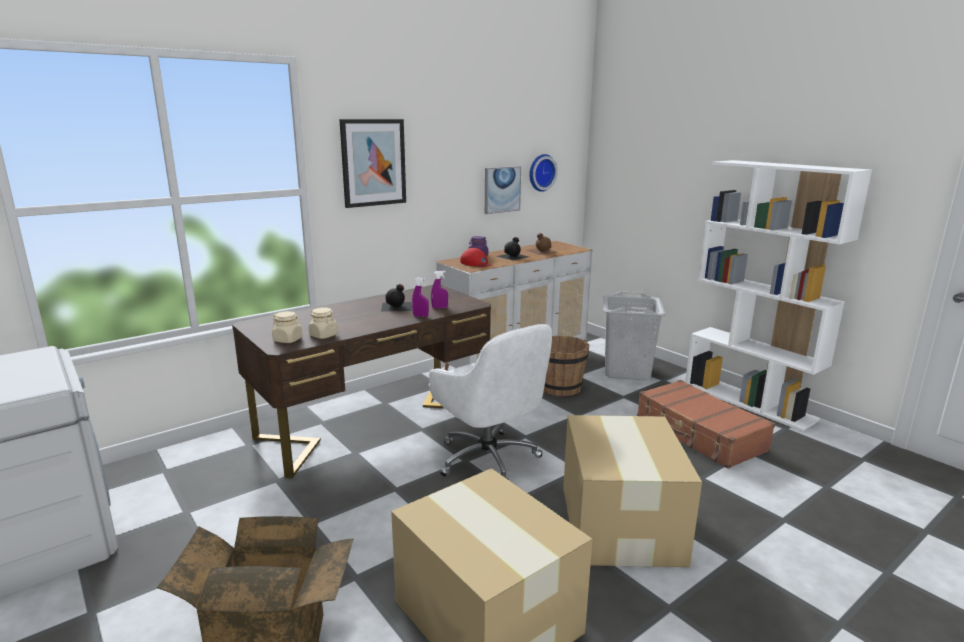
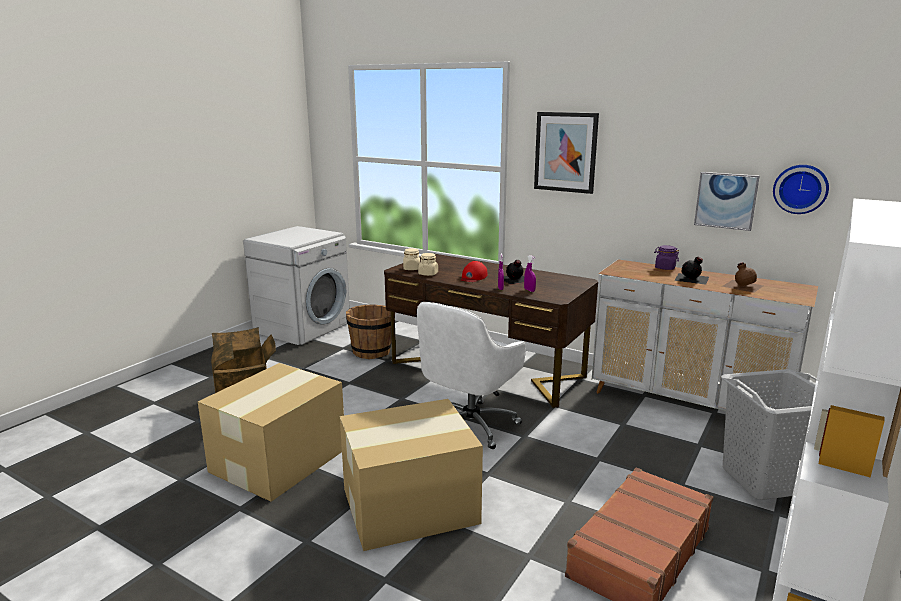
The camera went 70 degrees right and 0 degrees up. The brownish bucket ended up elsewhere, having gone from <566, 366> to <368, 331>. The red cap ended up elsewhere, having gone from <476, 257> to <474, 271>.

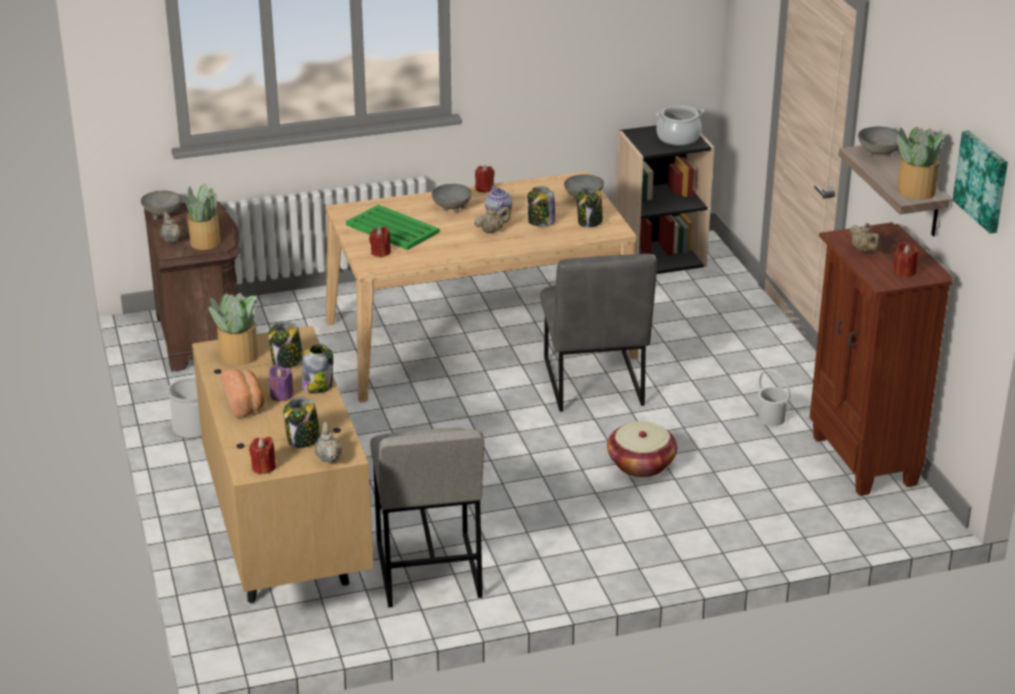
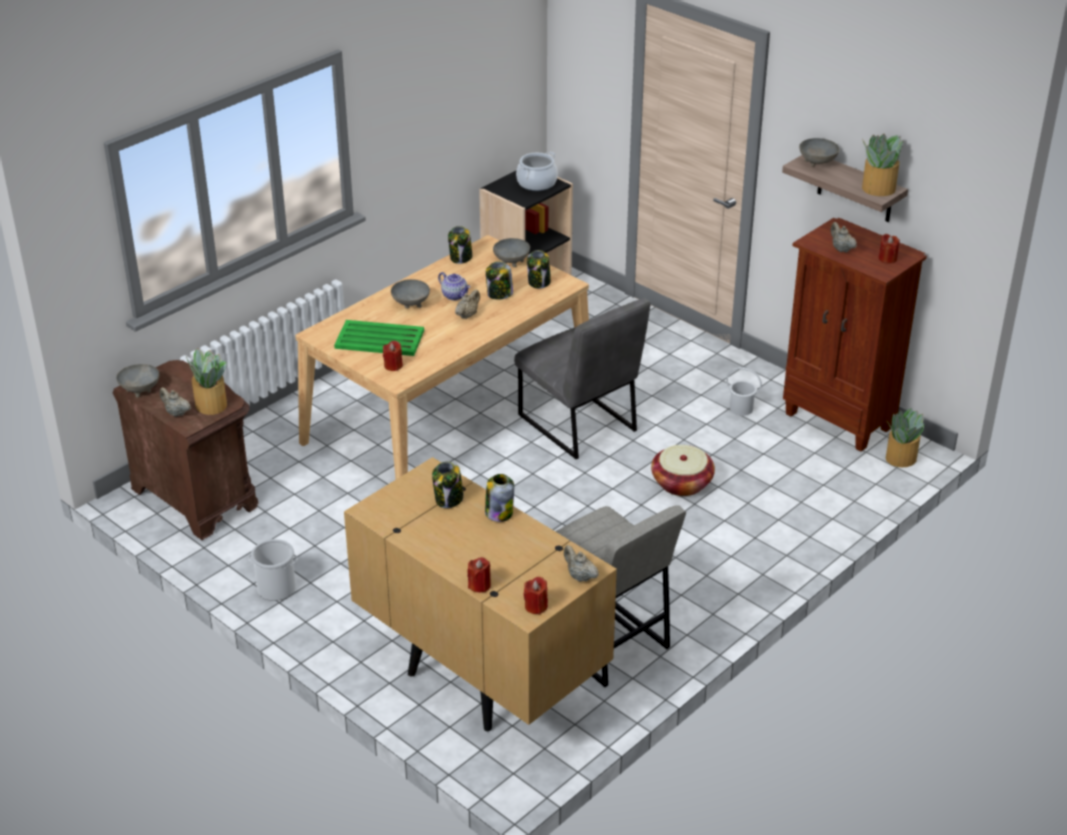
The camera went 30 degrees left and 5 degrees up. The storage jar ended up elsewhere, having gone from <301, 422> to <460, 245>. The red wax light ended up elsewhere, having gone from <485, 179> to <479, 575>. The beige pot for tea at <864, 238> ended up facing another way, 150 degrees counterclockwise from before. The houseplant ended up elsewhere, having gone from <233, 329> to <905, 437>. The second view lost the bread at <242, 393>. The second view lost the purple wax light at <281, 383>. The second view lost the wall picture at <980, 182>.

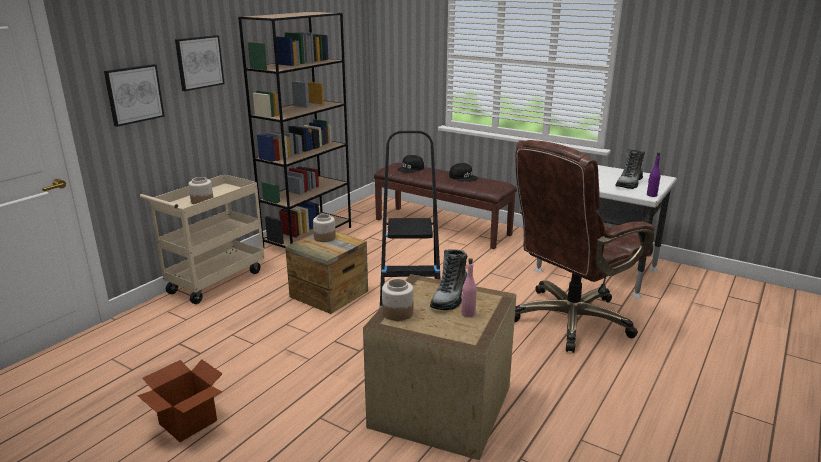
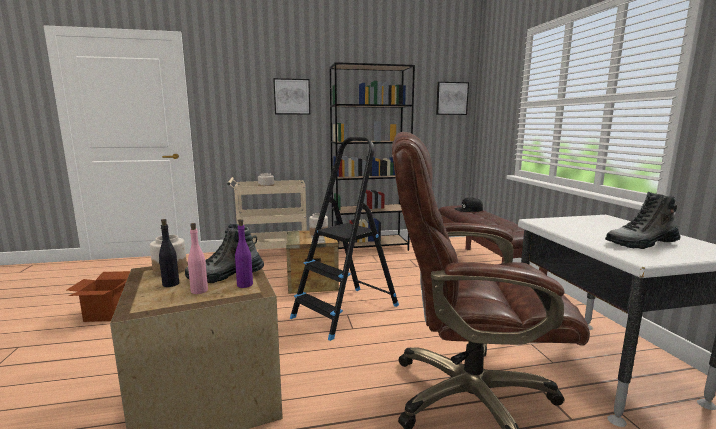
The camera went 45 degrees right and 10 degrees down. The second view gained the black-coloured bottle at <169, 253>. The purple bottle ended up elsewhere, having gone from <654, 174> to <244, 253>. The wall picture ended up elsewhere, having gone from <134, 95> to <452, 98>. The second view lost the black-coloured cap at <463, 172>.

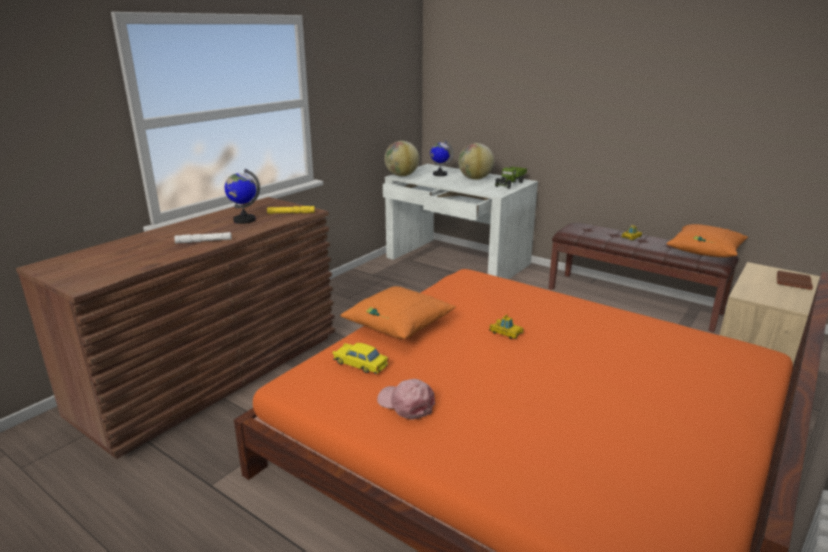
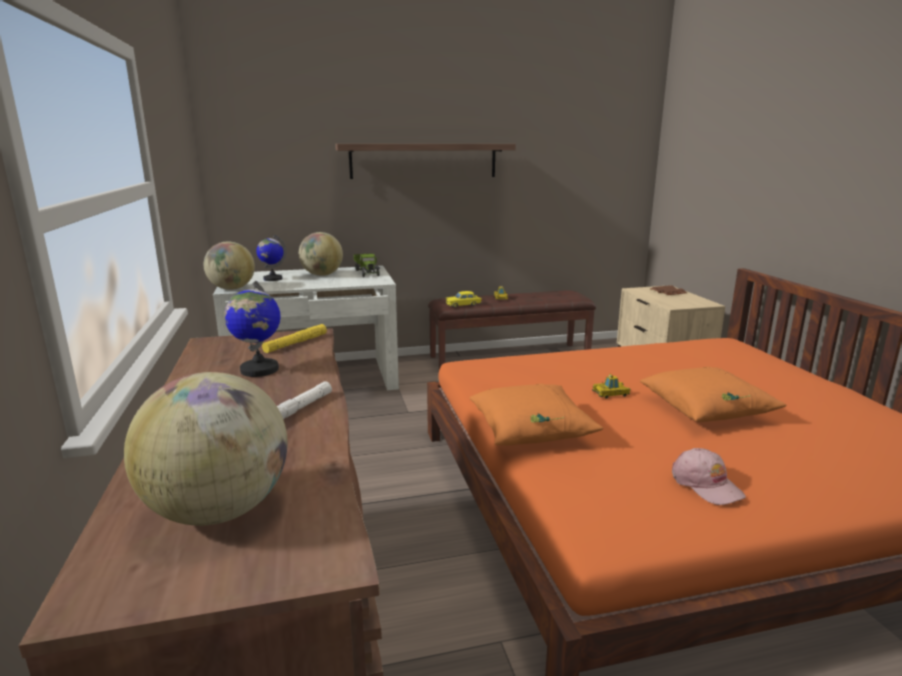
The camera went 50 degrees left and 5 degrees down. The second view gained the desk globe at <205, 449>. The second view gained the bracket shelf at <425, 161>. The yellow-coloured miniature car ended up elsewhere, having gone from <360, 358> to <464, 299>. The orange pillow ended up elsewhere, having gone from <707, 240> to <713, 394>. The pink cap at <406, 399> ended up facing another way, 105 degrees counterclockwise from before.

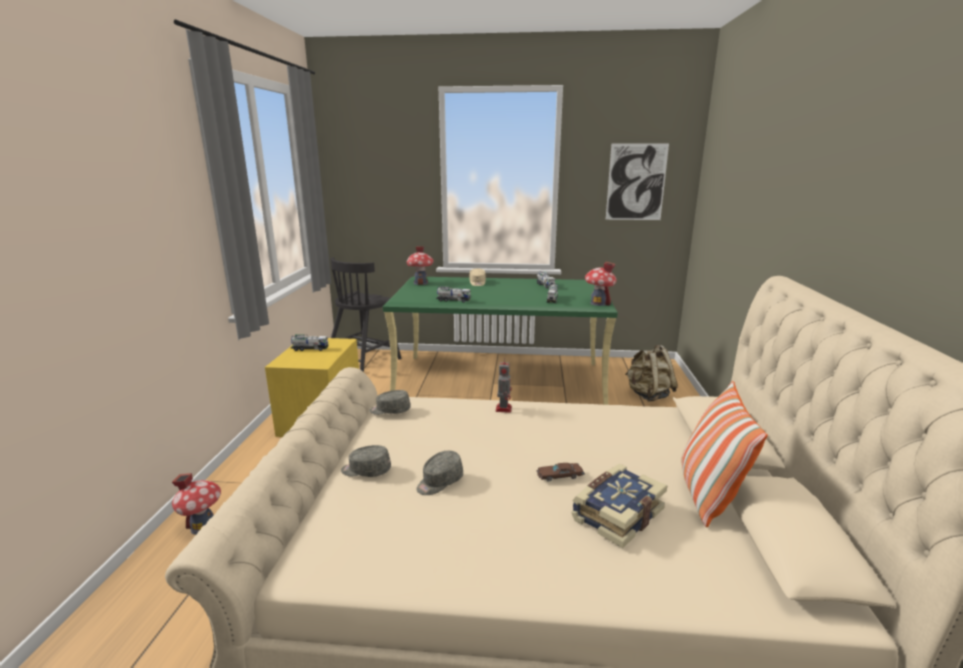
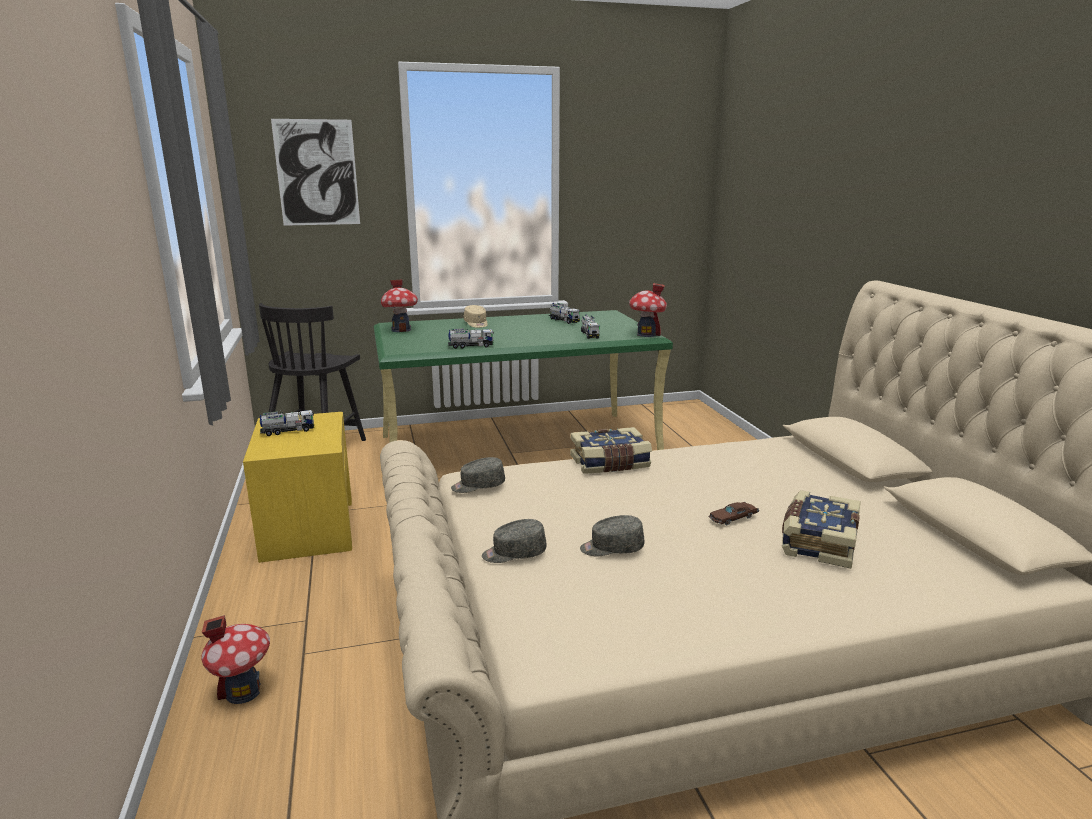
The camera went 20 degrees left and 0 degrees up. The wall picture ended up elsewhere, having gone from <637, 181> to <315, 172>. Where the model robot stood at <504, 385>, the bound book came to stand at <611, 450>. The grey cap at <439, 473> ended up facing another way, 60 degrees clockwise from before. The second view lost the beige backpack at <651, 373>. The second view lost the pillow at <724, 454>.

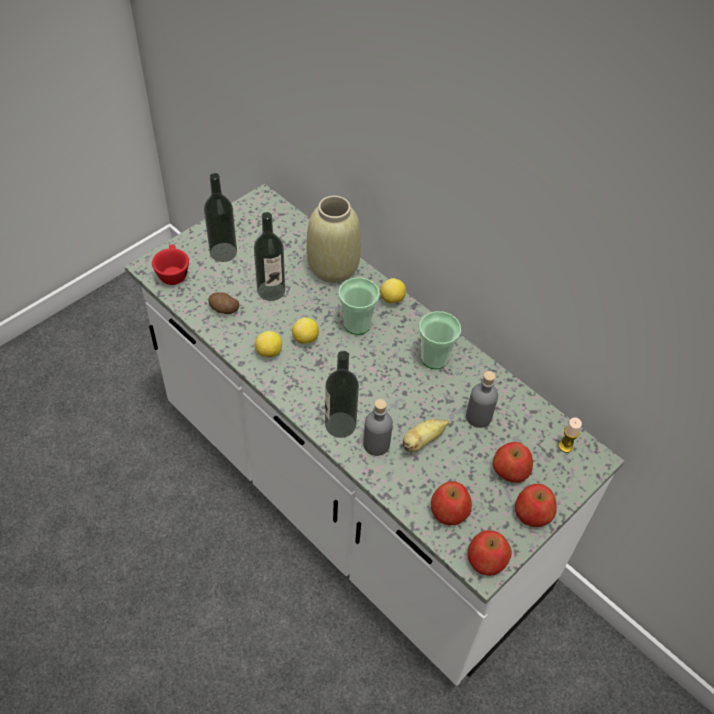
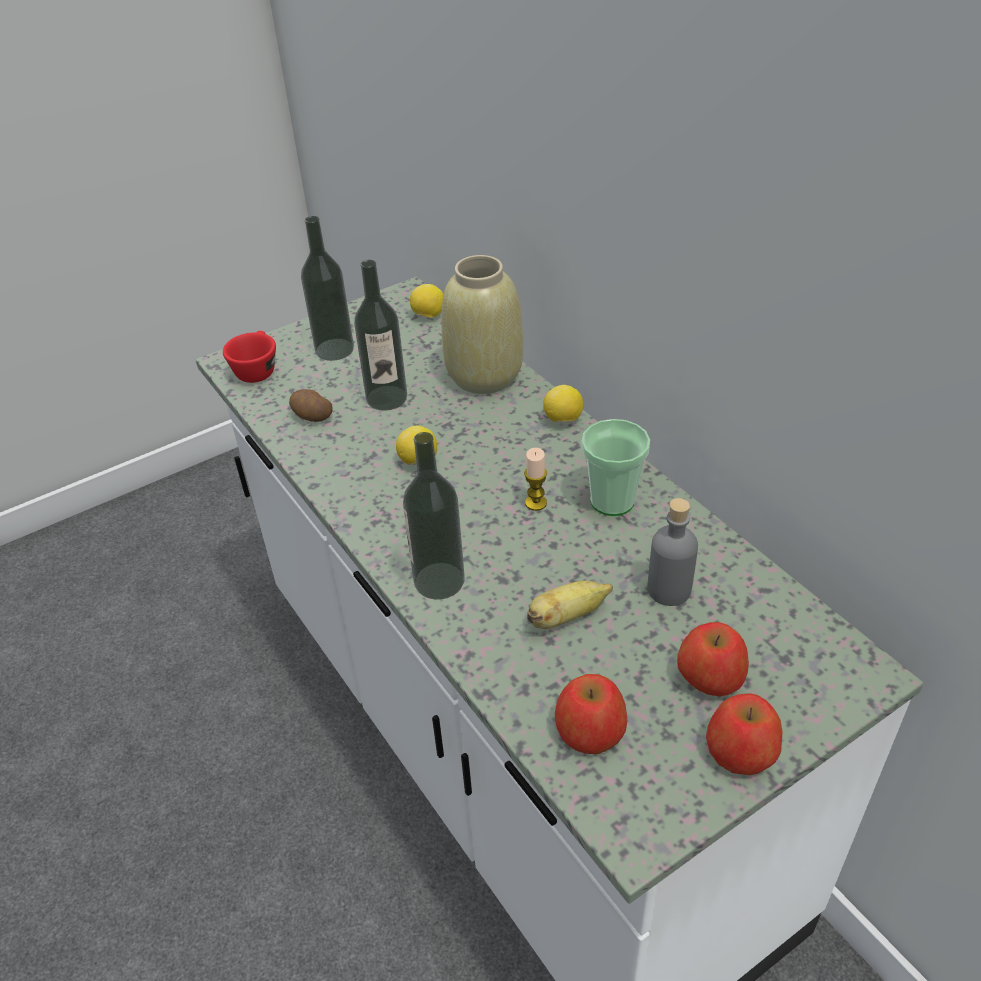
The camera went 15 degrees right and 10 degrees down. The lemon ended up elsewhere, having gone from <268, 344> to <426, 300>. The wax light ended up elsewhere, having gone from <570, 435> to <535, 479>. The second view lost the cup at <359, 306>. The second view lost the grey bottle at <378, 427>. The second view lost the whole apple at <490, 553>.

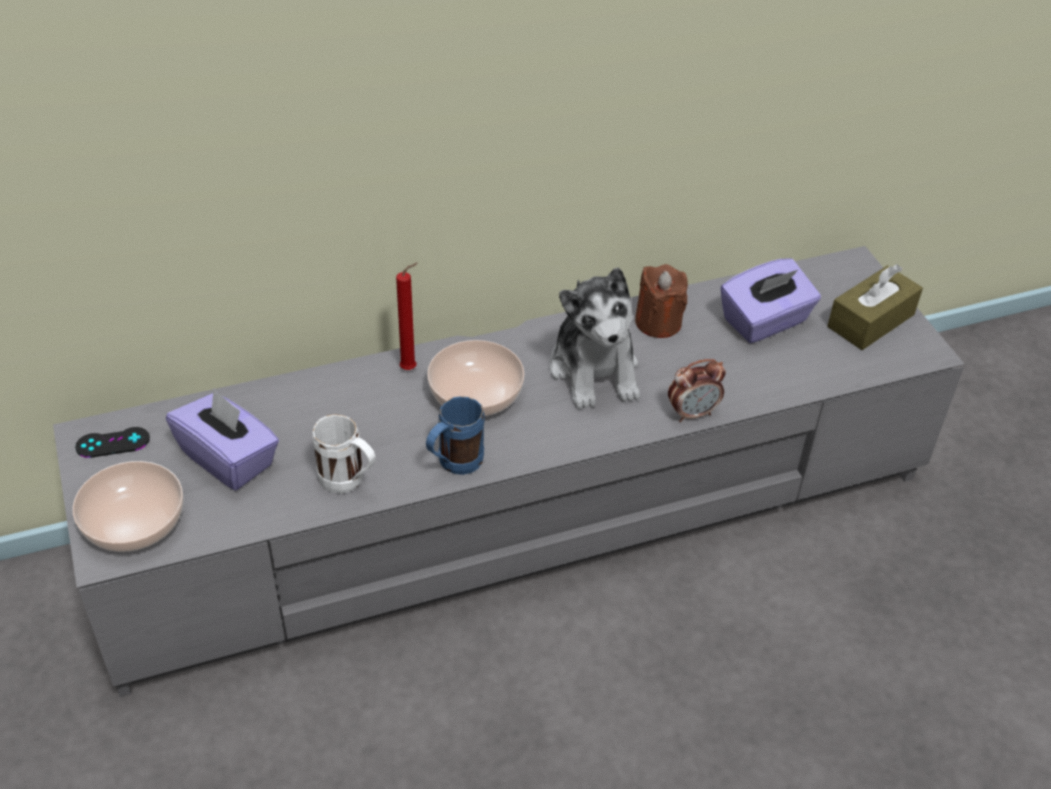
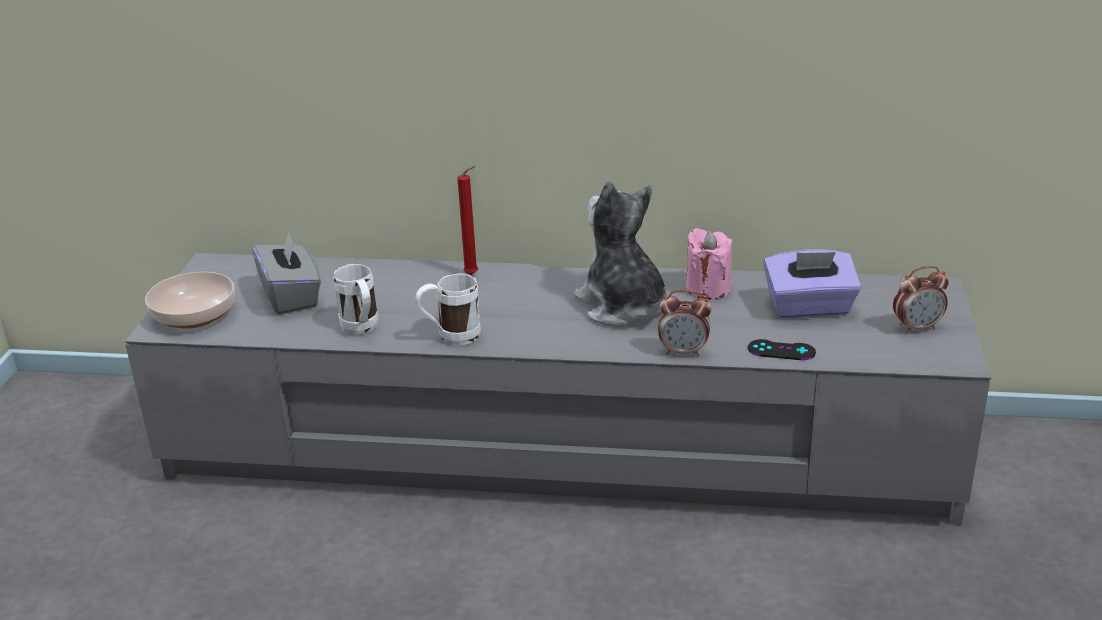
The camera went 30 degrees right and 15 degrees down. What was the purple tissue holder at <222, 439> turned into the grey tissue holder at <286, 272>. What was the blue-coloured mug at <455, 435> turned into the whitish mug at <448, 309>. The soft toy at <594, 338> ended up facing another way, 135 degrees clockwise from before. What was the brownish wax light at <661, 301> turned into the pink wax light at <709, 264>. The black-coloured game controller ended up elsewhere, having gone from <112, 442> to <782, 349>. Where the brownish tissue holder stood at <875, 307>, the table clock came to stand at <921, 300>. The second view lost the bowl at <476, 378>.

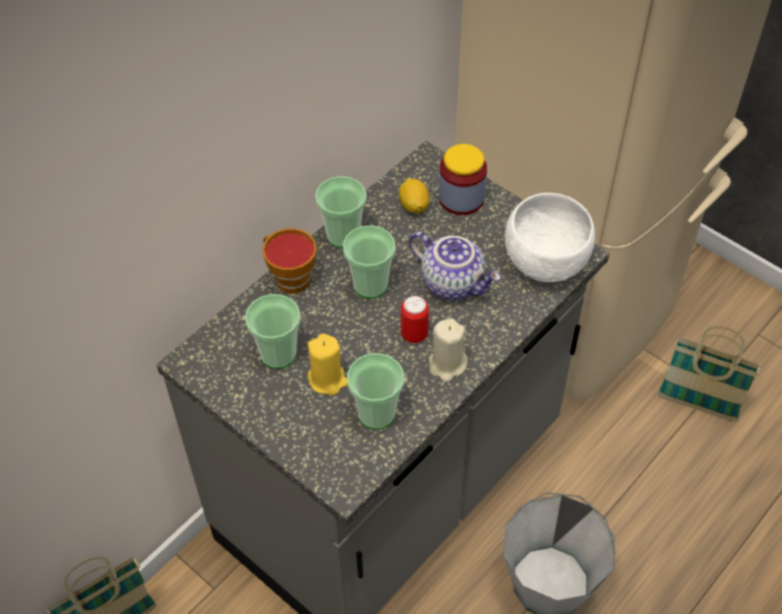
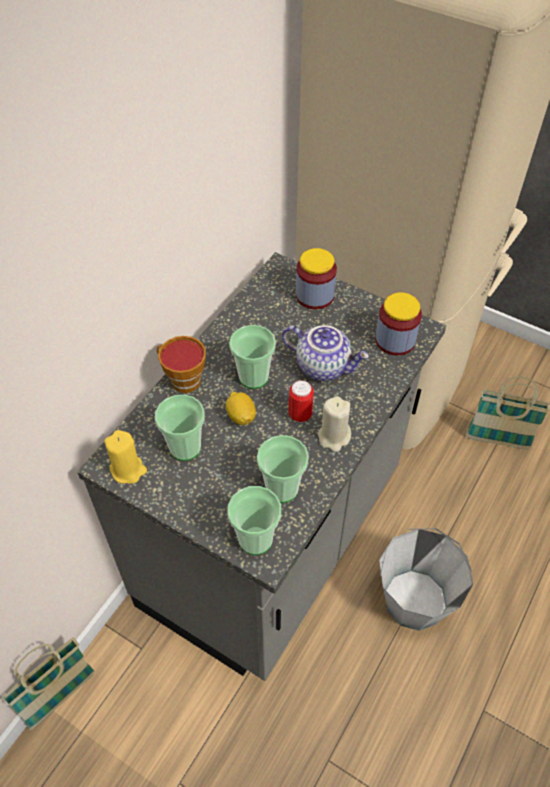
The camera went 10 degrees left and 0 degrees up. The yellow-coloured wax light ended up elsewhere, having gone from <328, 364> to <125, 457>. The lemon ended up elsewhere, having gone from <414, 195> to <241, 408>. The cup ended up elsewhere, having gone from <340, 212> to <254, 520>. Where the whitish bowl stood at <550, 237>, the storage jar came to stand at <398, 324>.

